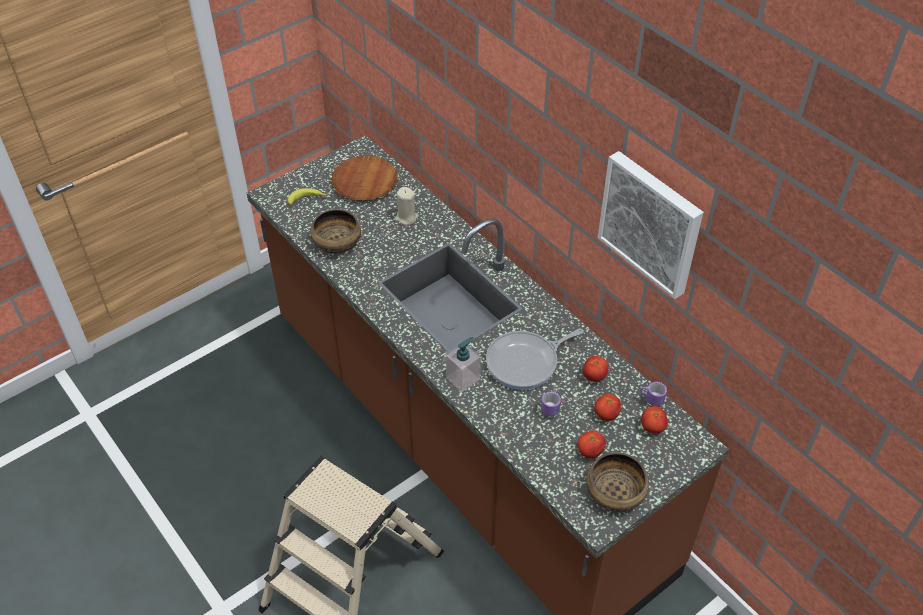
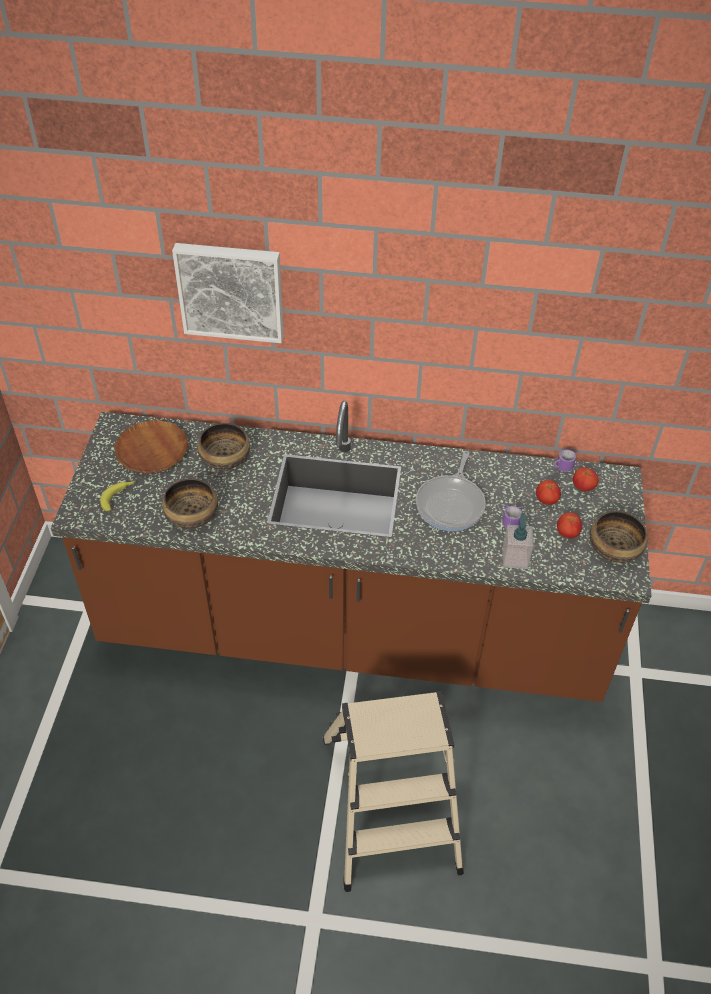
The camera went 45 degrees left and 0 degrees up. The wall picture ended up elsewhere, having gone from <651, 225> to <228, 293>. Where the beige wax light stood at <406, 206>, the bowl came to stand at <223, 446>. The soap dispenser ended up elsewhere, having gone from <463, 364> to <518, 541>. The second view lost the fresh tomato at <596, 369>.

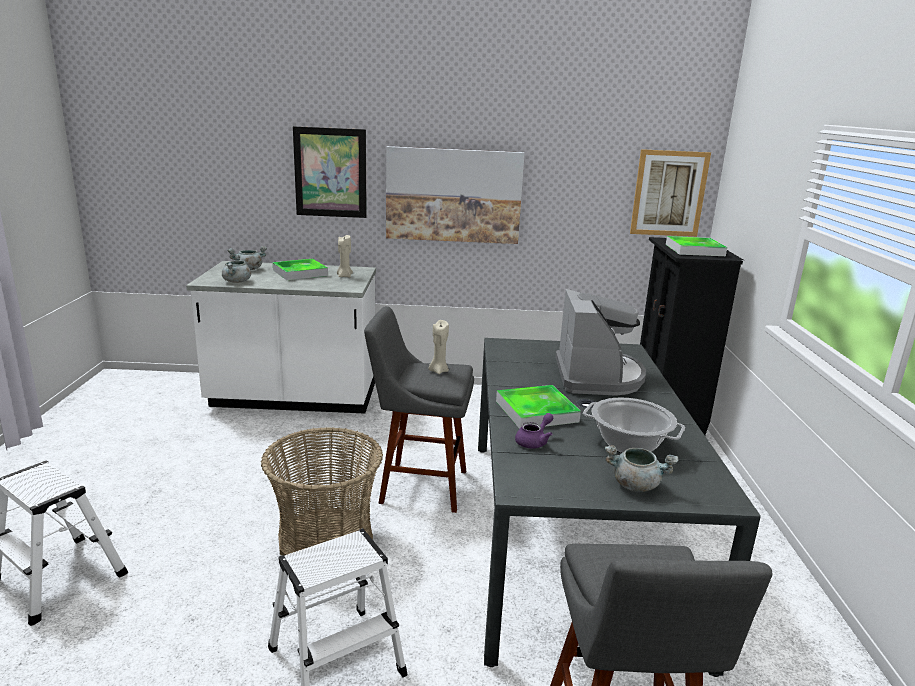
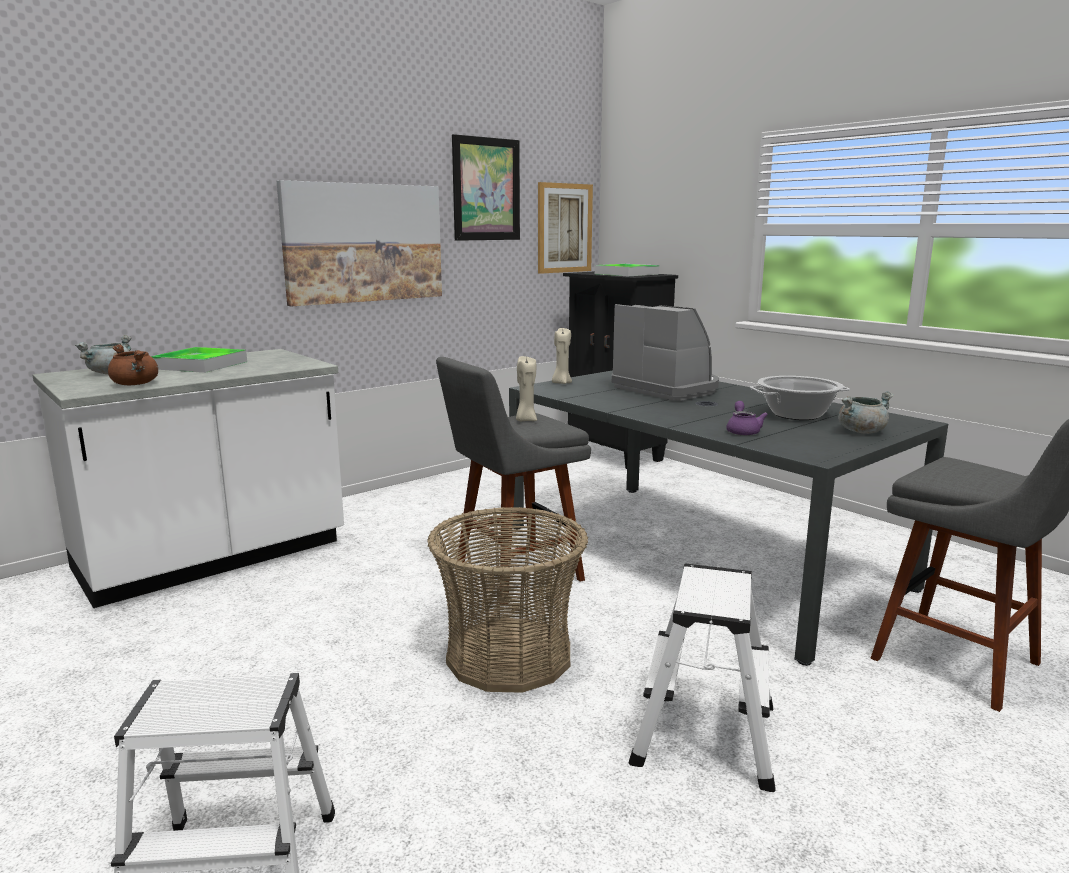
The camera went 40 degrees left and 5 degrees down. What was the grey saucepot at <236, 269> turned into the brownish saucepot at <133, 364>. The wall picture ended up elsewhere, having gone from <330, 172> to <486, 187>. The beige wax light ended up elsewhere, having gone from <345, 256> to <562, 356>. The second view lost the serving tray at <538, 407>.

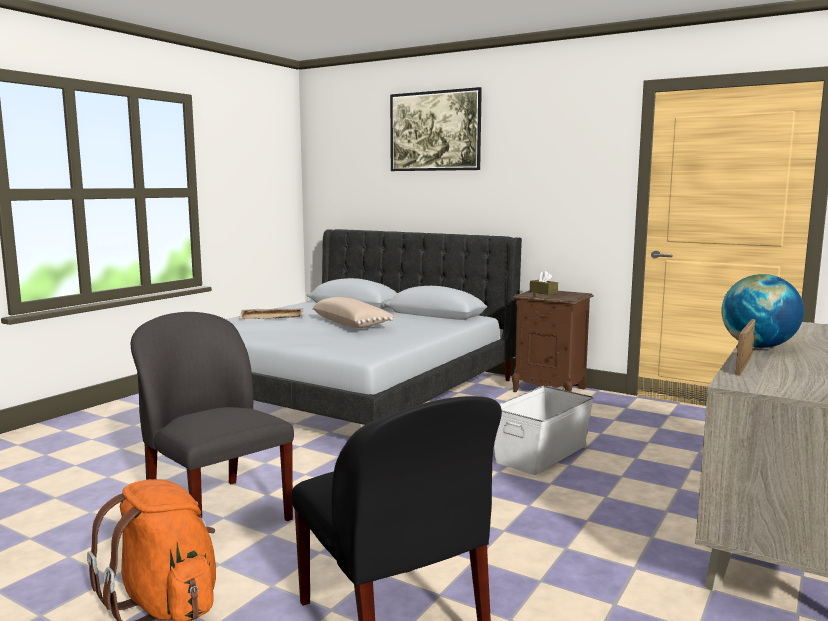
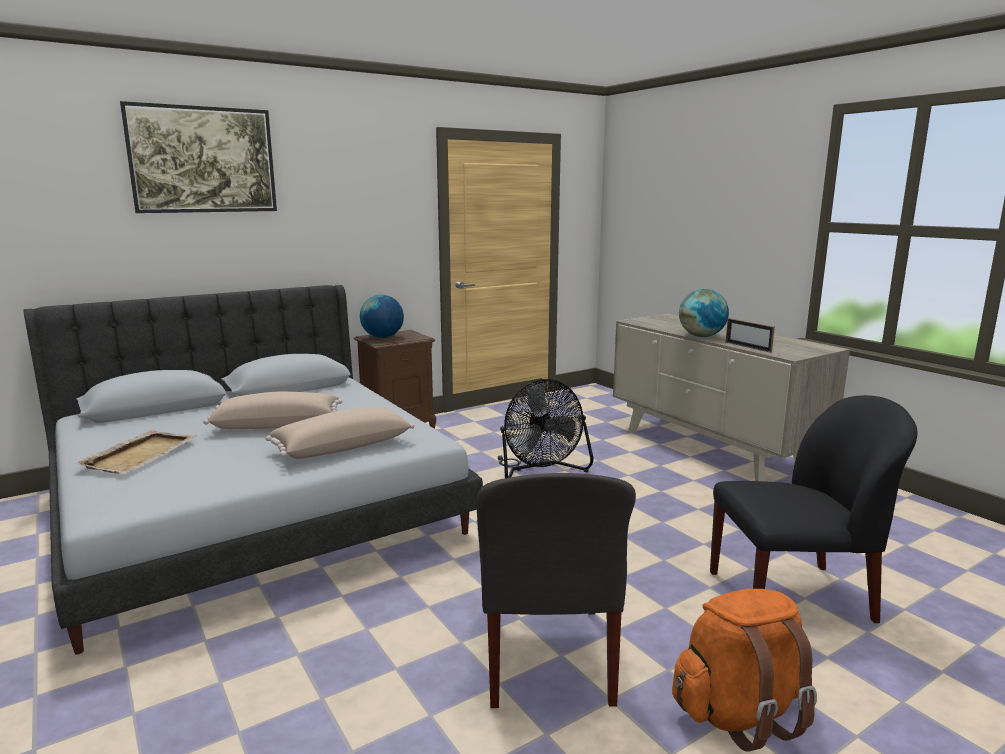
The camera went 65 degrees left and 5 degrees up. The second view gained the beige pillow at <339, 433>. Where the brownish tissue holder stood at <544, 283>, the desk globe came to stand at <382, 316>. The grey chair at <212, 416> ended up facing another way, 75 degrees counterclockwise from before. Where the whitish storage container stood at <544, 430>, the black-coloured cooling fan came to stand at <545, 428>.

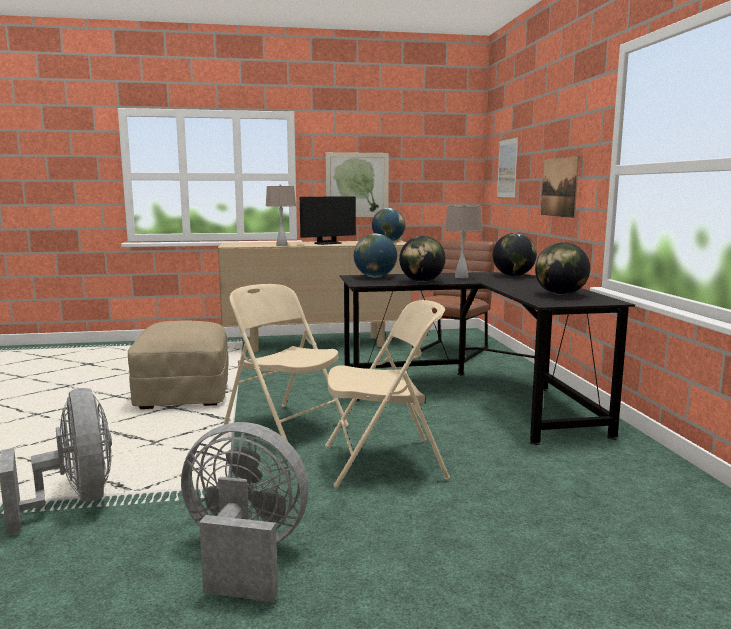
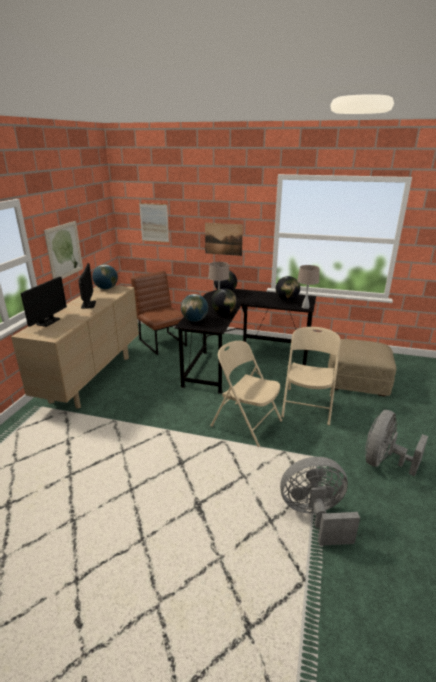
The camera went 65 degrees left and 15 degrees up. The second view gained the monitor at <44, 301>. The beige chair at <286, 362> ended up facing another way, 60 degrees clockwise from before. The beige tabletop lamp ended up elsewhere, having gone from <281, 215> to <308, 287>. The beige ottoman ended up elsewhere, having gone from <178, 364> to <362, 368>.

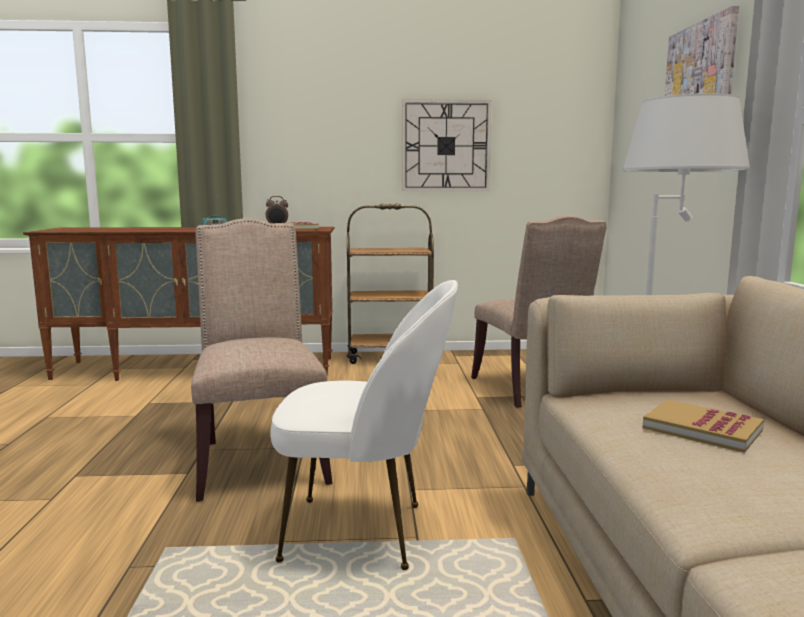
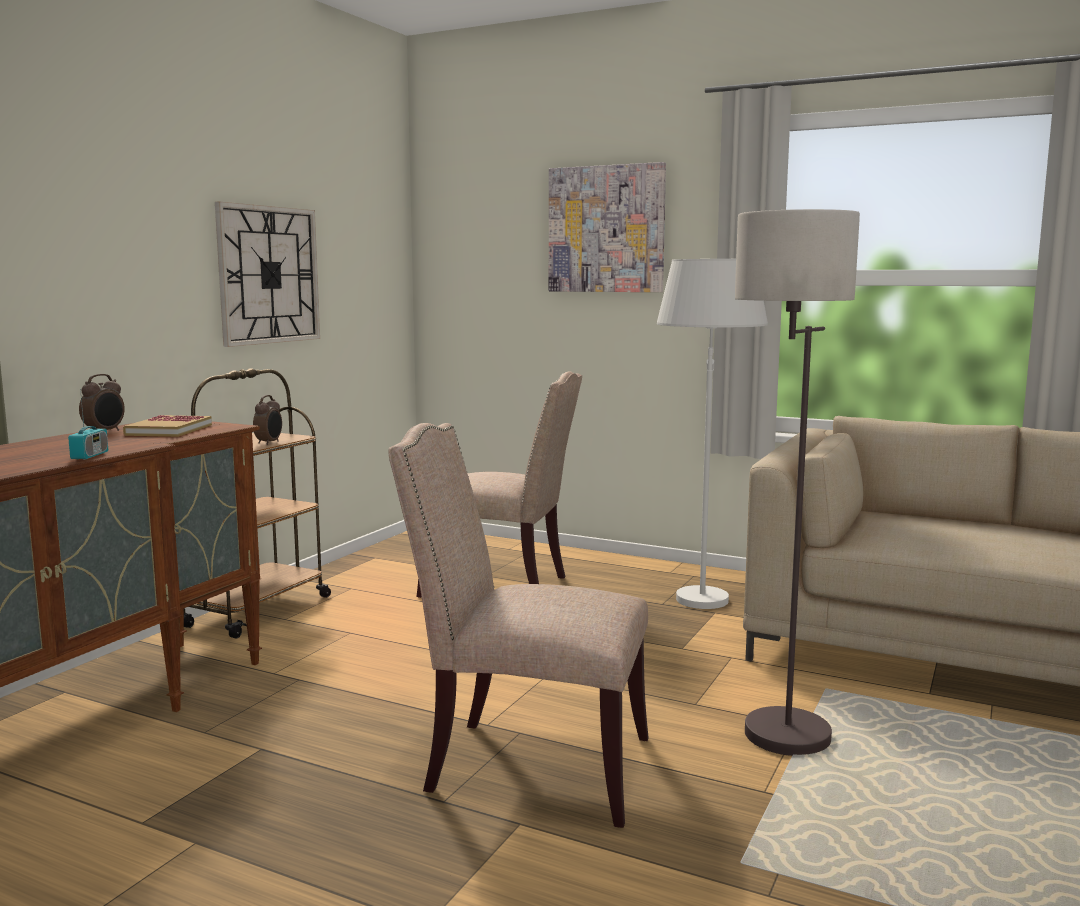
The camera went 60 degrees left and 0 degrees up. The second view gained the table clock at <267, 420>. Where the whitish chair stood at <364, 425>, the grey standing lamp came to stand at <797, 482>. The second view lost the bound book at <703, 426>.

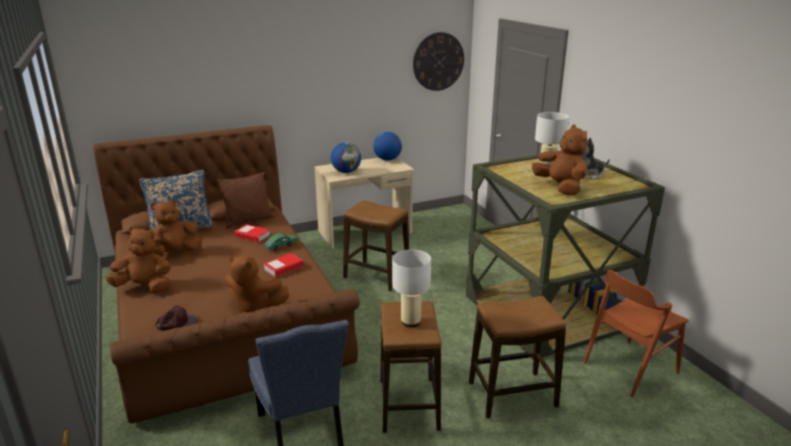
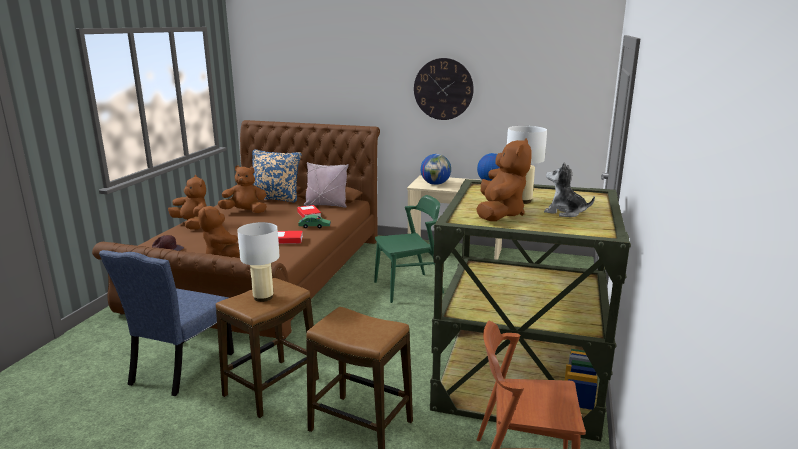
The camera went 40 degrees right and 5 degrees down. What was the brownish pillow at <245, 200> turned into the purple pillow at <326, 185>. Where the stool seat stood at <376, 245>, the green chair came to stand at <409, 249>. The wall clock ended up elsewhere, having gone from <438, 61> to <444, 89>.

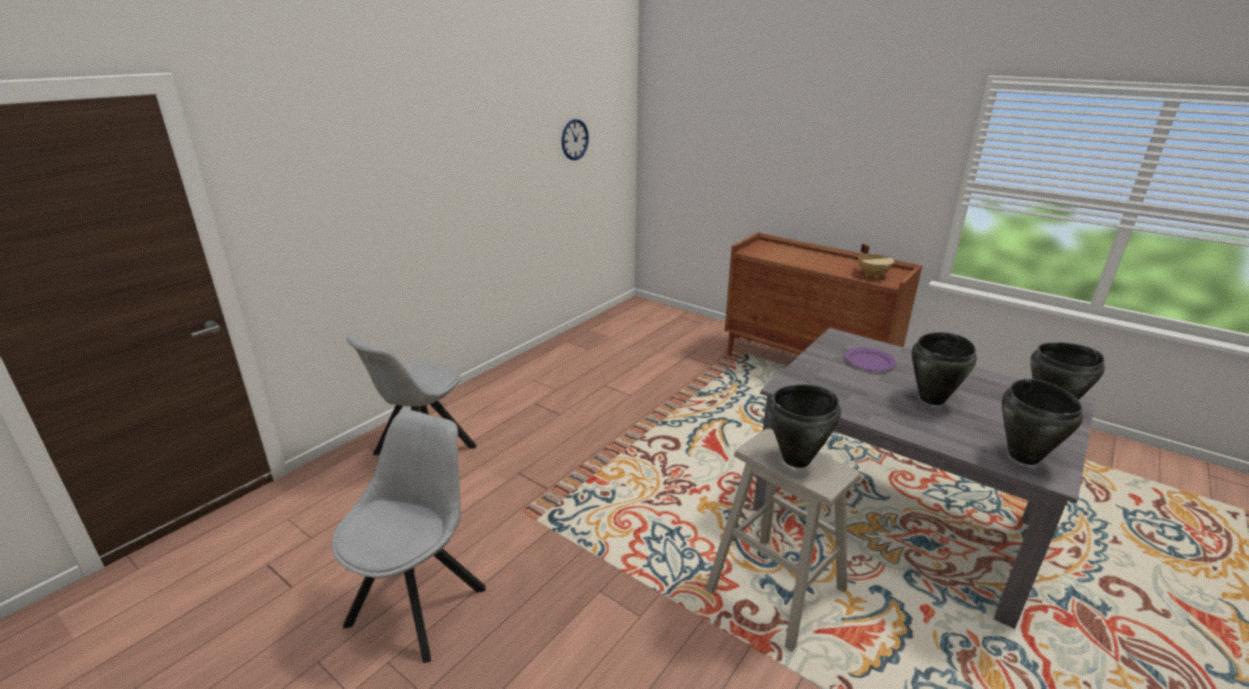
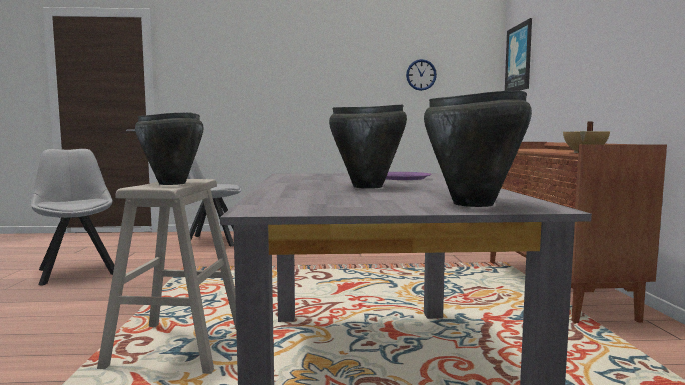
The camera went 50 degrees right and 20 degrees down. The grey chair at <409, 536> ended up facing another way, 105 degrees counterclockwise from before. The second view gained the wall picture at <518, 54>. The second view lost the black-coloured saucepot at <1042, 422>.

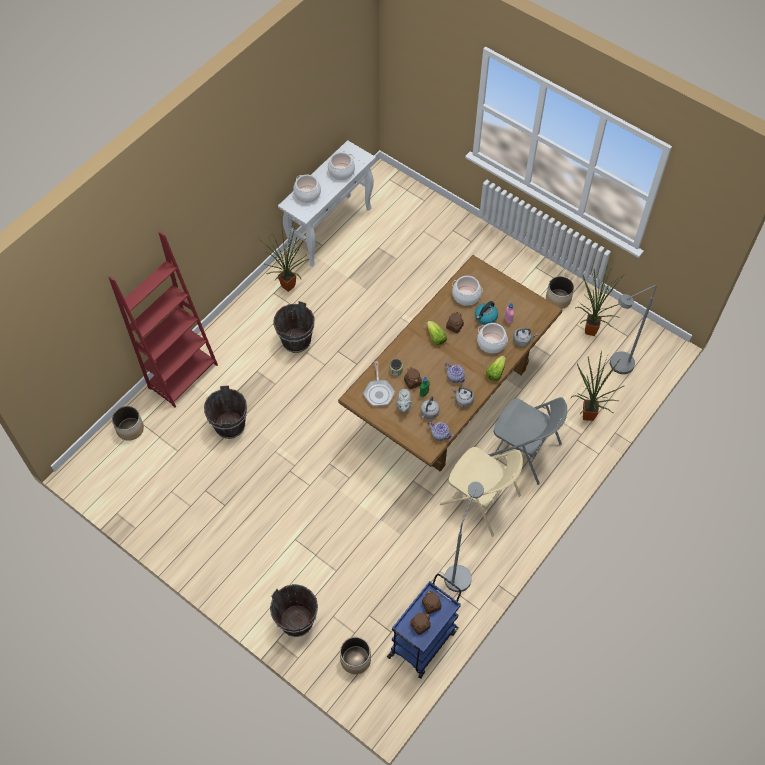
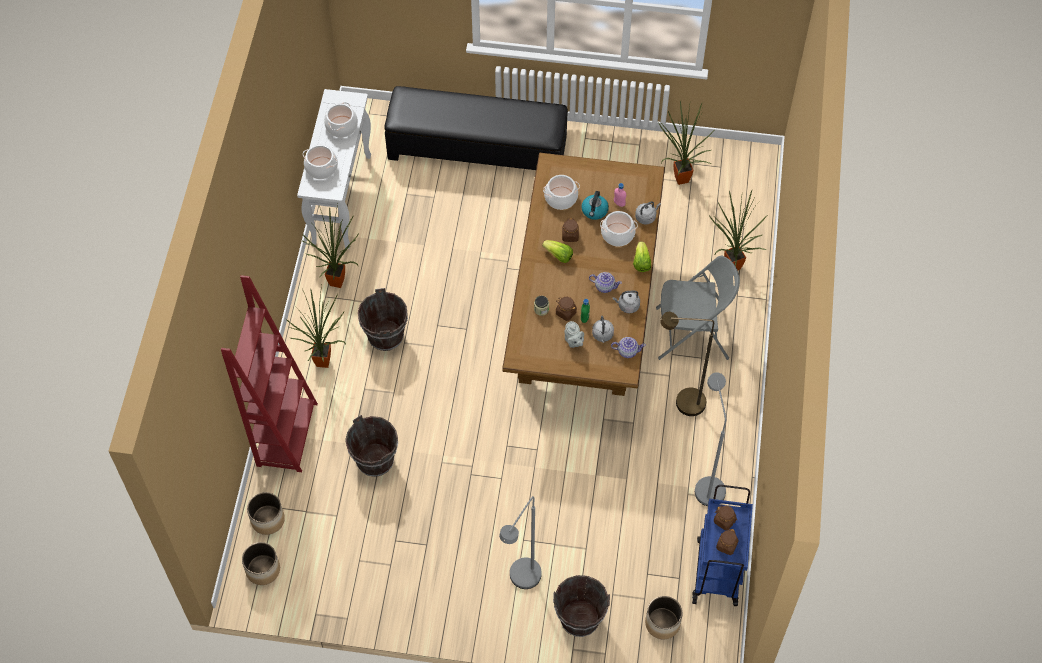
The camera went 30 degrees left and 0 degrees up. The plant pot ended up elsewhere, having gone from <560, 292> to <261, 563>. The second view gained the houseplant at <316, 326>. The second view gained the black-coloured bench at <476, 128>. The grey standing lamp ended up elsewhere, having gone from <633, 329> to <520, 542>. Where the beige chair stood at <481, 492>, the brownish standing lamp came to stand at <687, 364>. The second view lost the pan at <379, 383>.

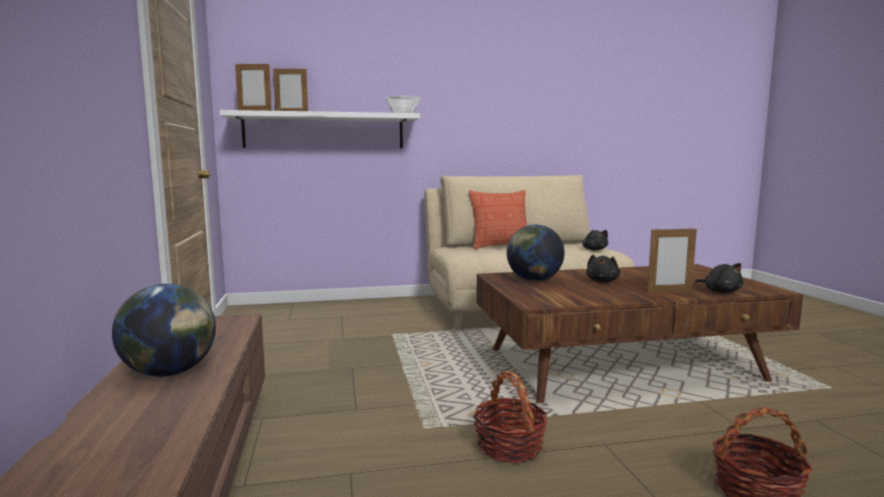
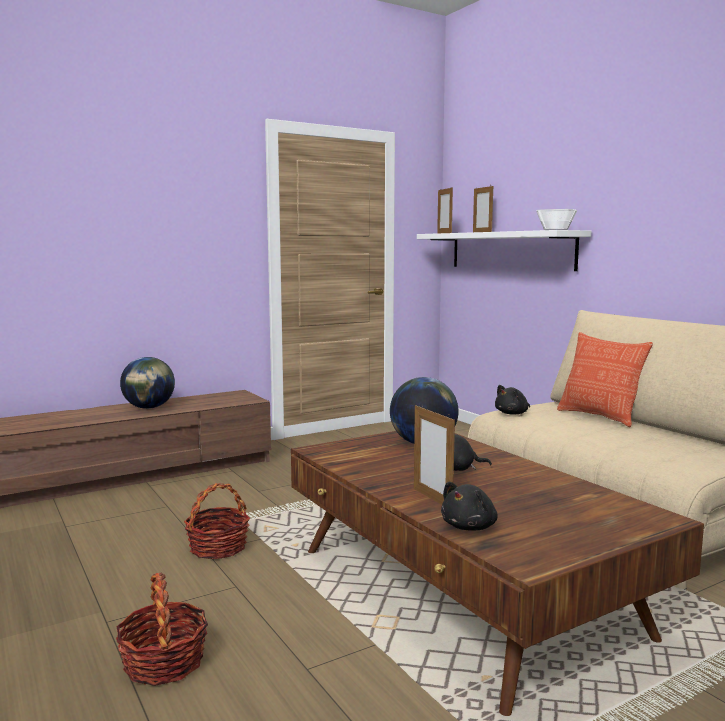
The camera went 70 degrees right and 0 degrees up. The black-coloured soft toy ended up elsewhere, having gone from <595, 240> to <512, 400>.

